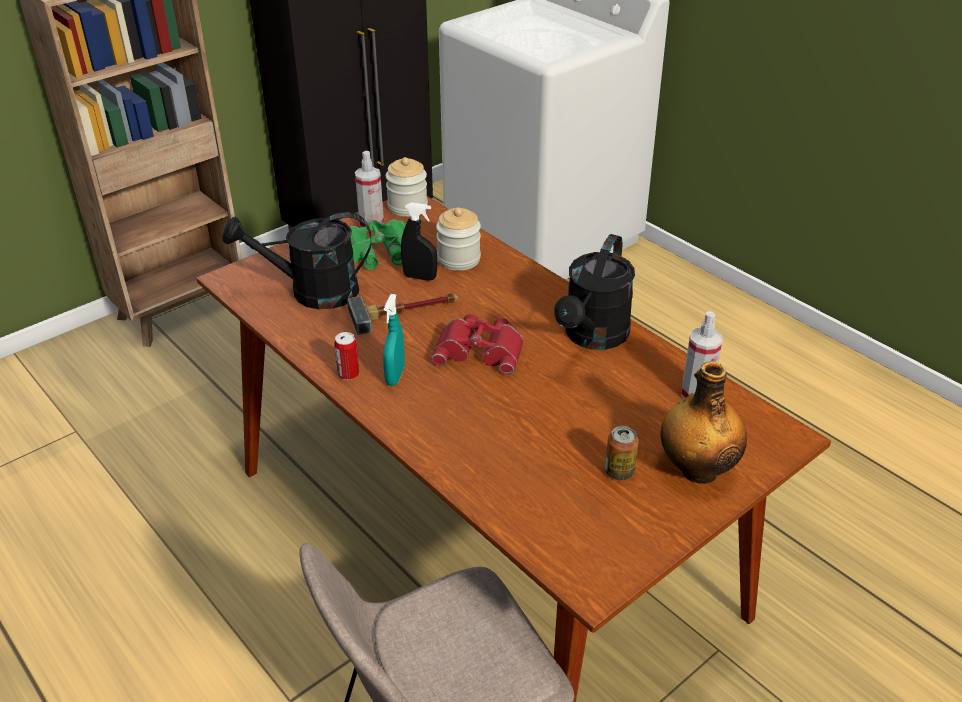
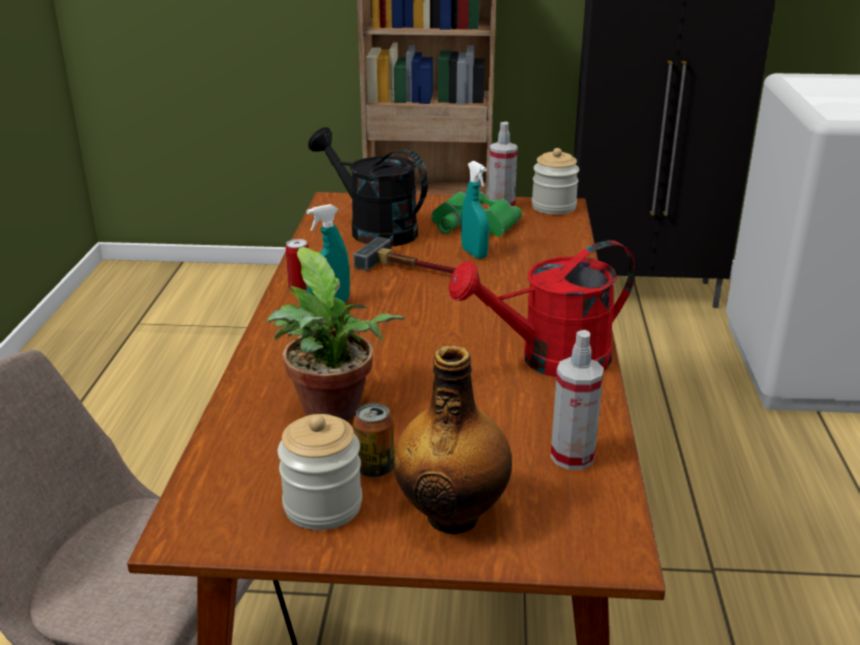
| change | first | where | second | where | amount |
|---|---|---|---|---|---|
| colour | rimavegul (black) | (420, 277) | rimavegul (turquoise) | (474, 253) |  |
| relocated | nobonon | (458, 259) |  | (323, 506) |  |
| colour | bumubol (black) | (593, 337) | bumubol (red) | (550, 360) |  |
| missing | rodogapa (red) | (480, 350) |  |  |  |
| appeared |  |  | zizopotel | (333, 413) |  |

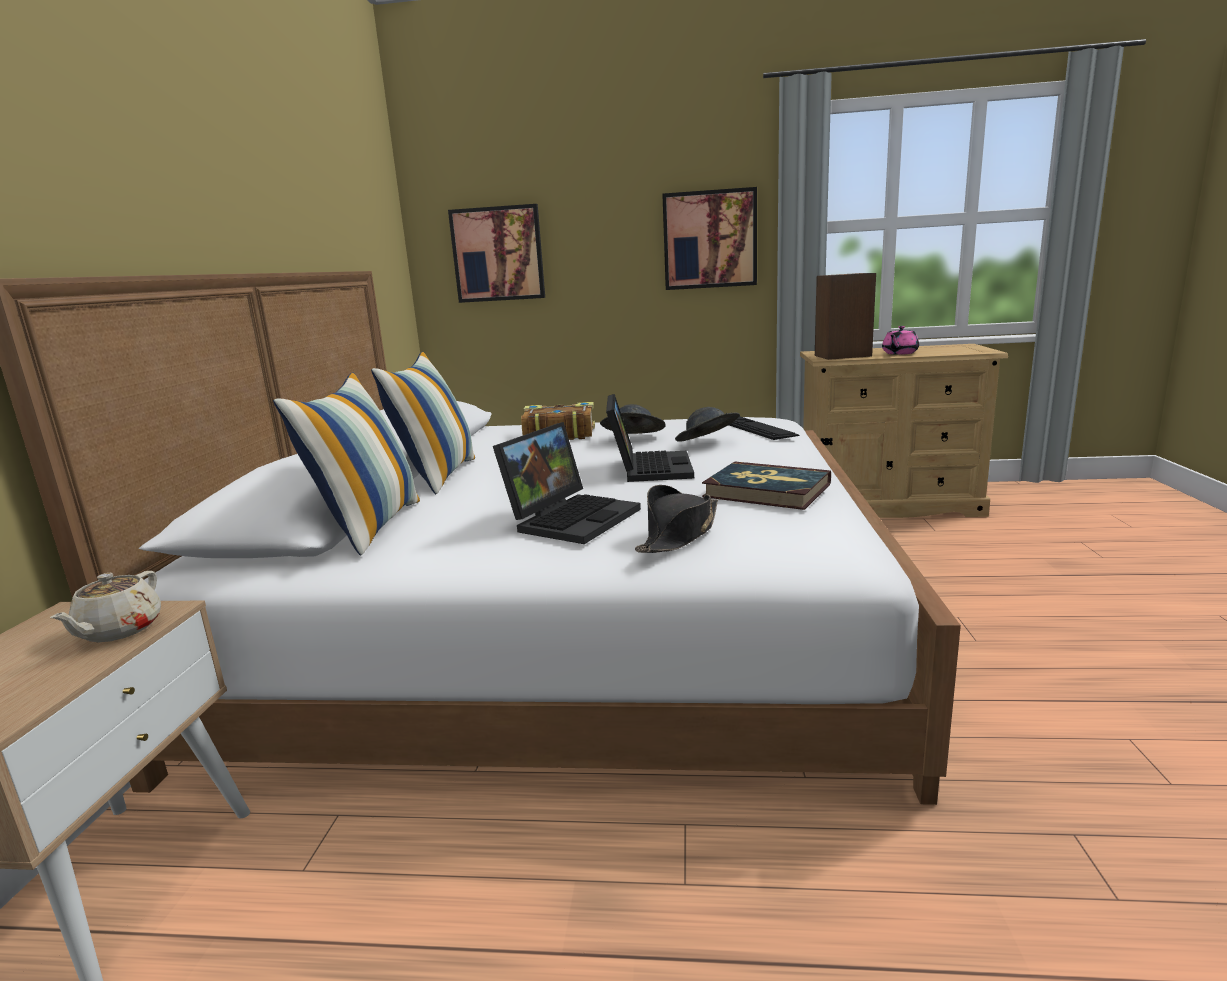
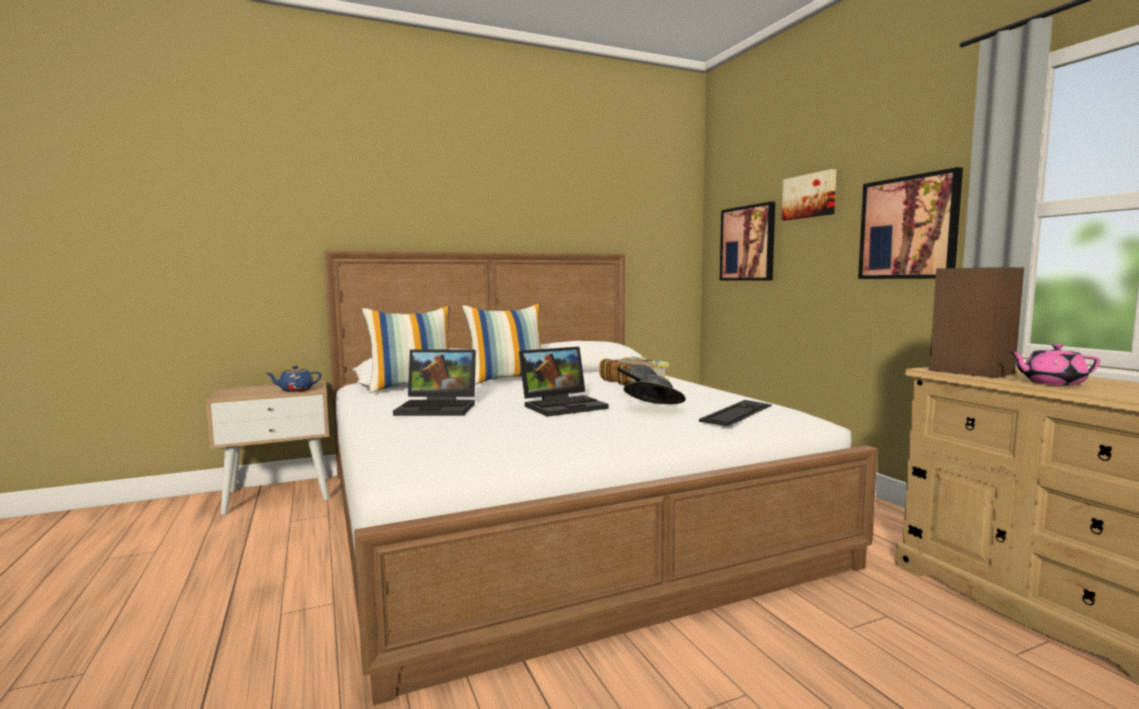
| change | first | where | second | where | amount |
|---|---|---|---|---|---|
| missing | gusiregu | (766, 491) |  |  |  |
| missing | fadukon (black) | (679, 534) |  |  |  |
| colour | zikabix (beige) | (118, 631) | zikabix (blue) | (295, 390) |  |
| appeared |  |  | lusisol | (809, 196) |  |

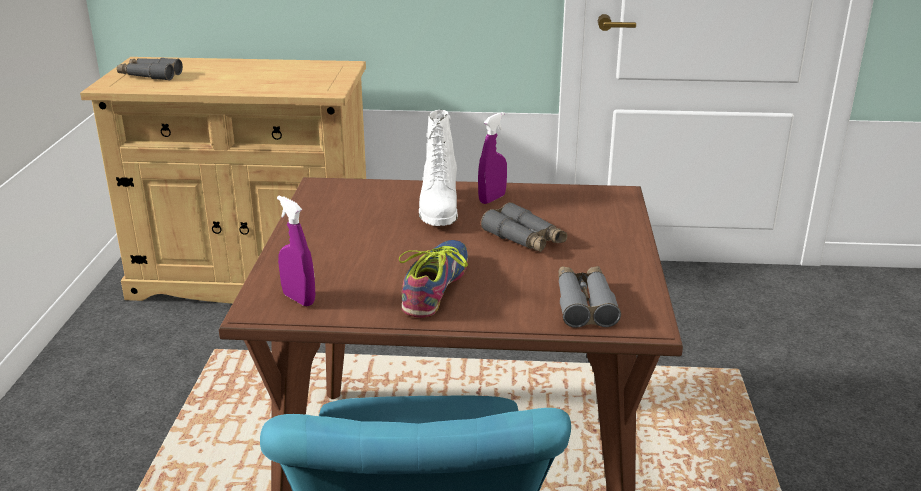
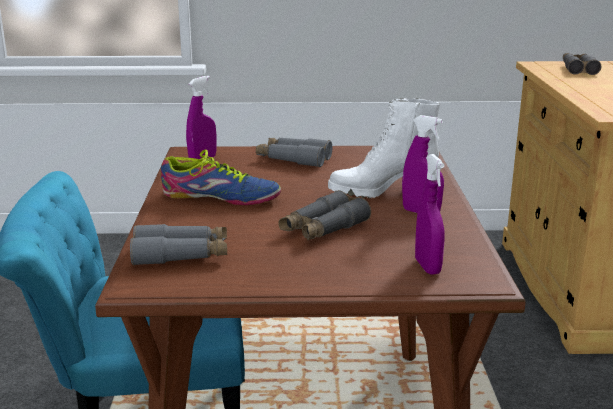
| change | first | where | second | where | amount |
|---|---|---|---|---|---|
| appeared |  |  | rodogapa (grey) | (293, 159) |  |
| appeared |  |  | rimavegul (purple) | (427, 267) |  |

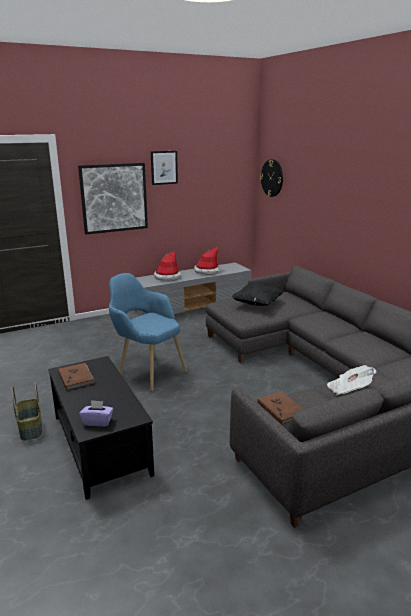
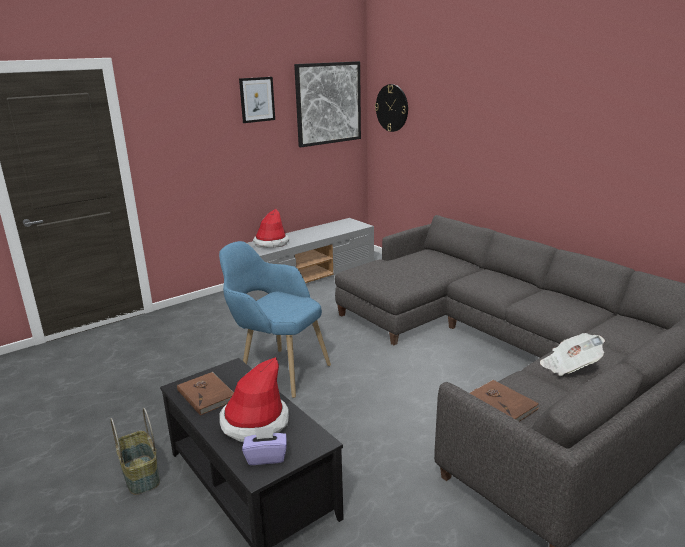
| change | first | where | second | where | amount |
|---|---|---|---|---|---|
| relocated | lusisol | (114, 198) |  | (328, 103) |  |
| relocated | fadukon | (207, 271) |  | (255, 422) |  |
| missing | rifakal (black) | (257, 304) |  |  |  |

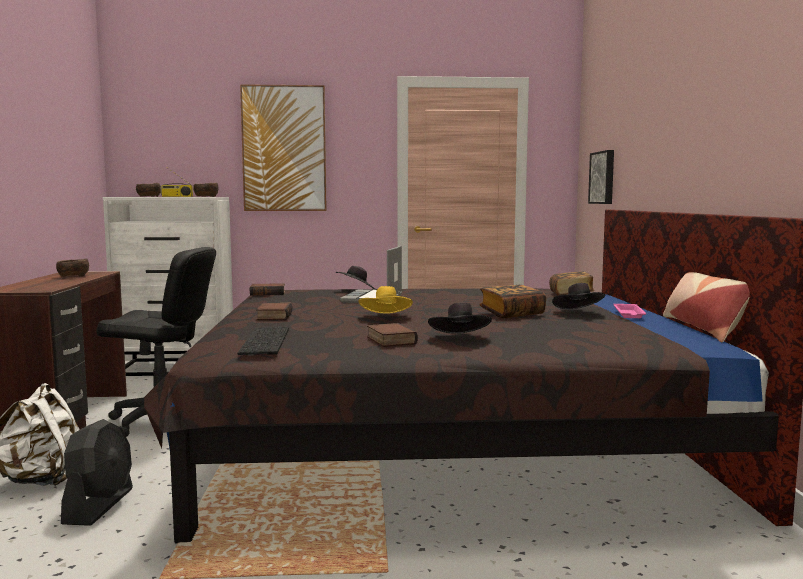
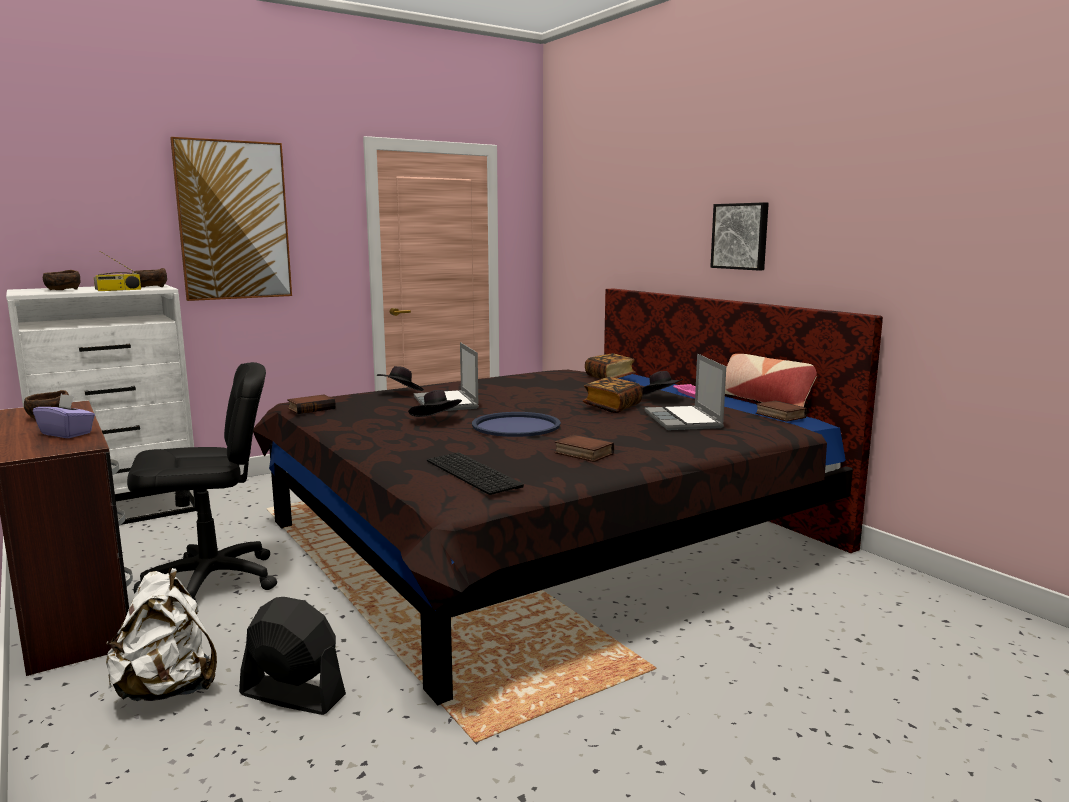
| change | first | where | second | where | amount |
|---|---|---|---|---|---|
| relocated | lusisol | (603, 177) |  | (741, 236) |  |
| exchanged | fadukon (yellow) | (386, 317) | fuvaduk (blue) | (516, 426) |  |
| relocated | fadukon (black) | (460, 339) |  | (436, 421) |  |
| relocated | gusiregu | (273, 316) |  | (779, 415) |  |
| spun | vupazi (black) | (99, 505) |  | (292, 695) | 45 degrees counterclockwise |
| appeared |  |  | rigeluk | (684, 420) |  |
| appeared |  |  | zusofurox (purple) | (67, 433) |  |

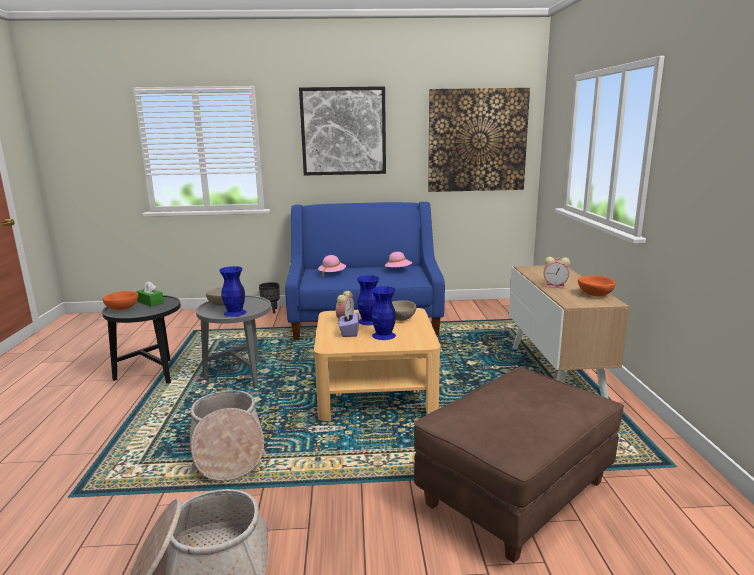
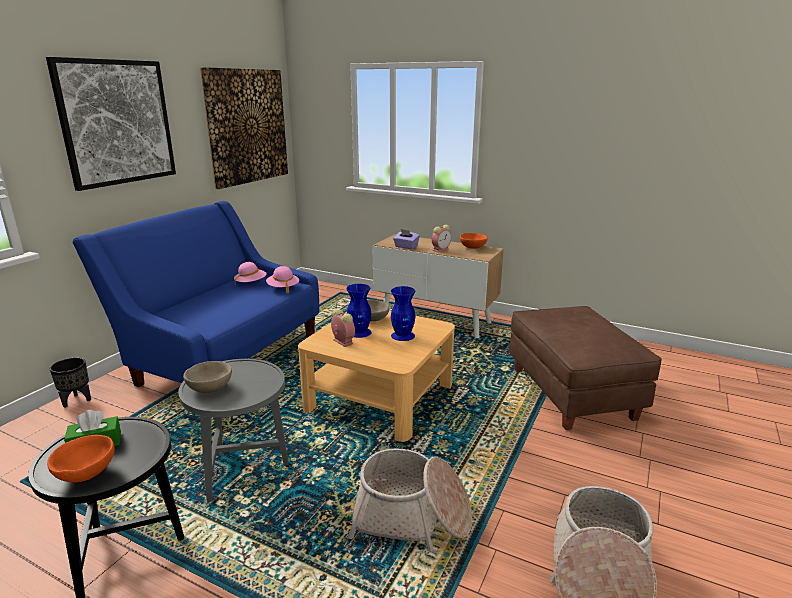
| change | first | where | second | where | amount |
|---|---|---|---|---|---|
| relocated | fadukon (pink) | (332, 274) |  | (283, 288) |  |
| missing | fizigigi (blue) | (234, 313) |  |  |  |
| relocated | zusofurox (purple) | (349, 332) |  | (406, 247) |  |

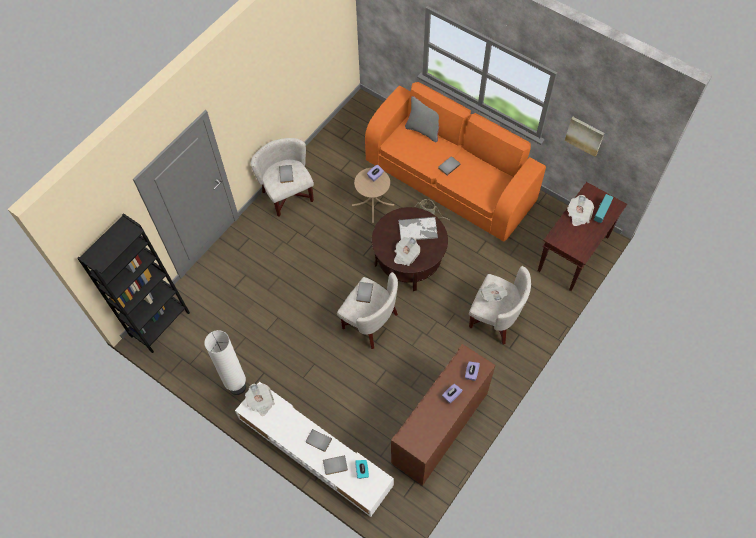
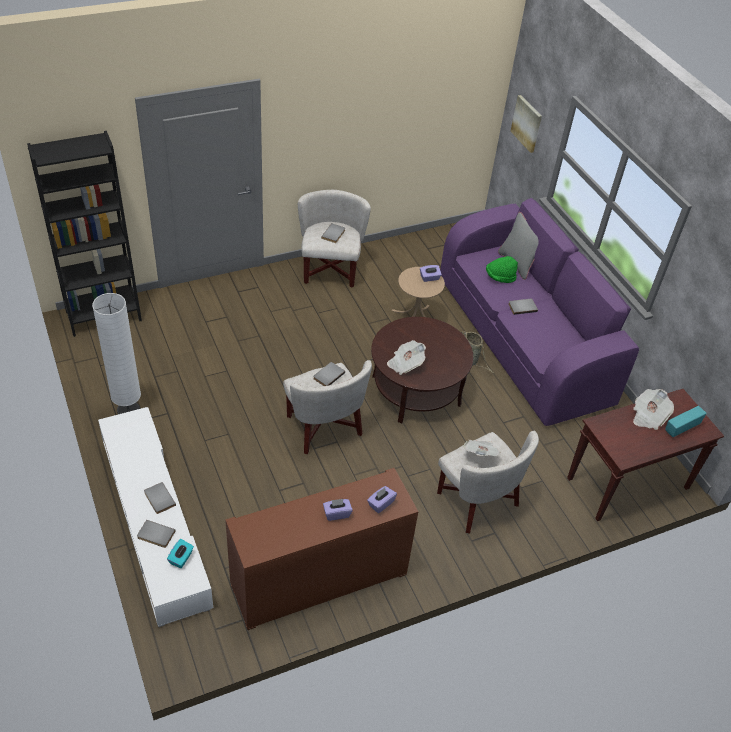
| change | first | where | second | where | amount |
|---|---|---|---|---|---|
| colour | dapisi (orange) | (450, 181) | dapisi (purple) | (523, 339) |  |
| relocated | lusisol | (584, 135) |  | (527, 123) |  |
| missing | fuvaduk | (418, 229) |  |  |  |
| missing | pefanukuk | (261, 402) |  |  |  |
| appeared |  |  | fadukon (green) | (500, 277) |  |

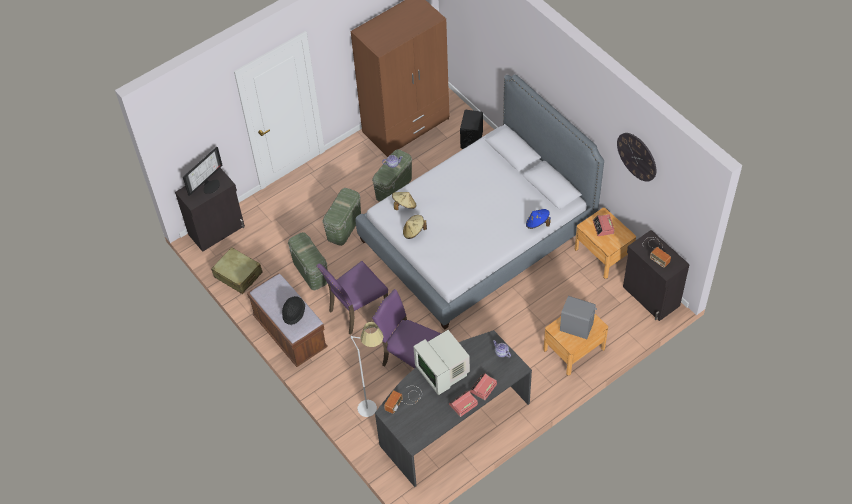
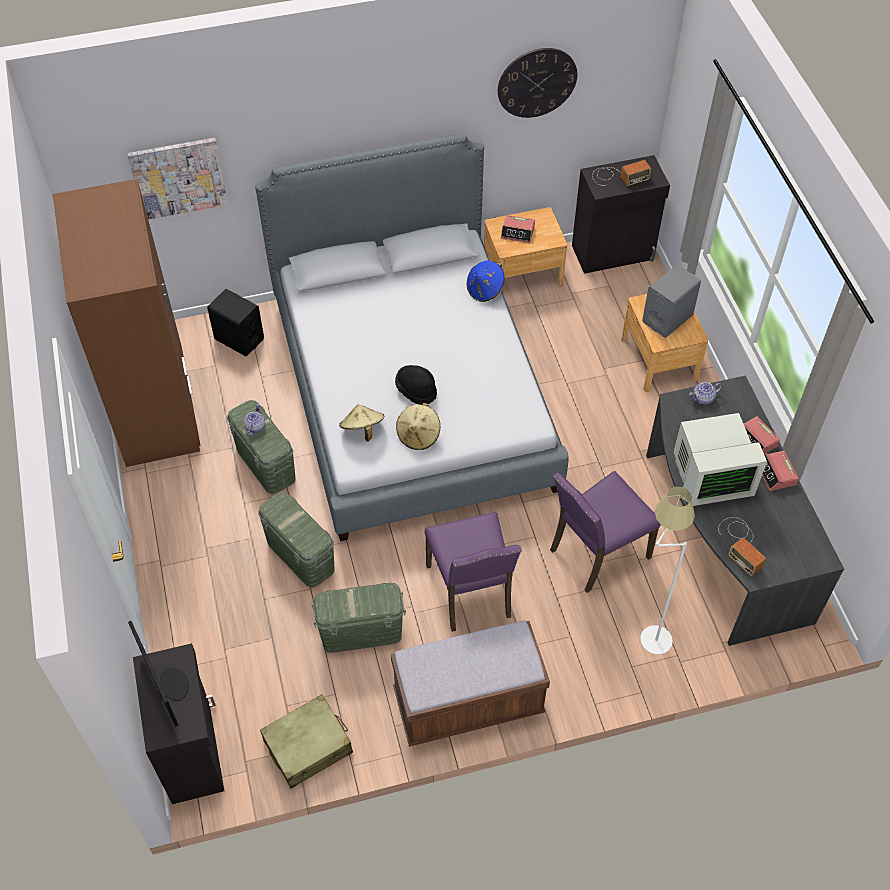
| change | first | where | second | where | amount |
|---|---|---|---|---|---|
| relocated | fadukon (black) | (293, 313) |  | (416, 390) |  |
| appeared |  |  | lusisol | (178, 177) |  |

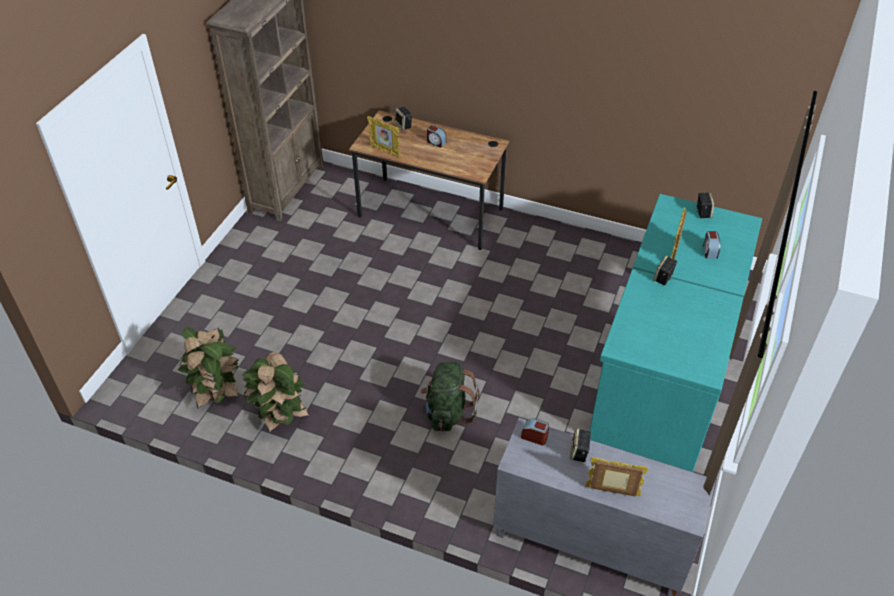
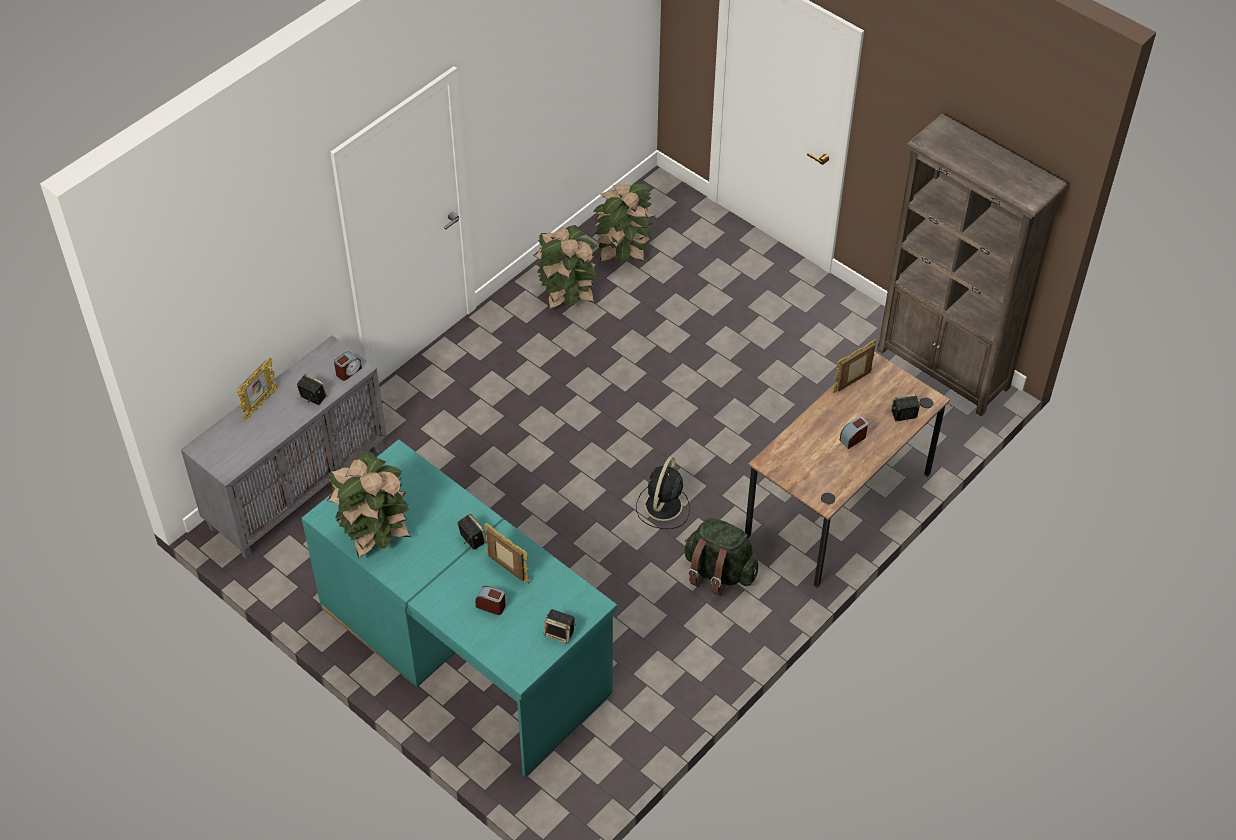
| change | first | where | second | where | amount |
|---|---|---|---|---|---|
| relocated | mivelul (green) | (447, 412) |  | (718, 572) |  |
| appeared |  |  | zizopotel | (374, 534) |  |
| appeared |  |  | vupazi (black) | (662, 507) |  |

